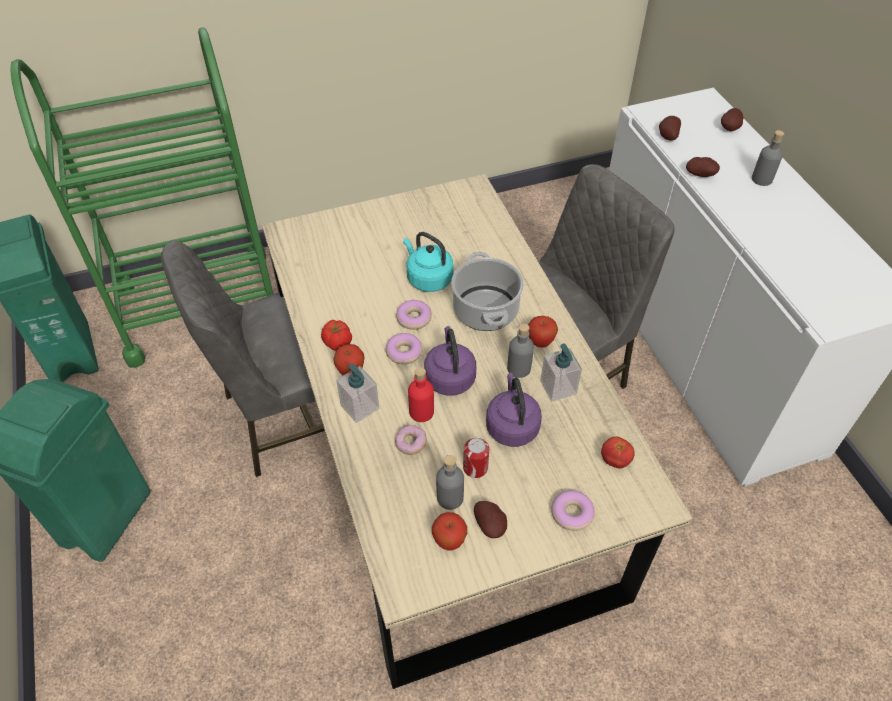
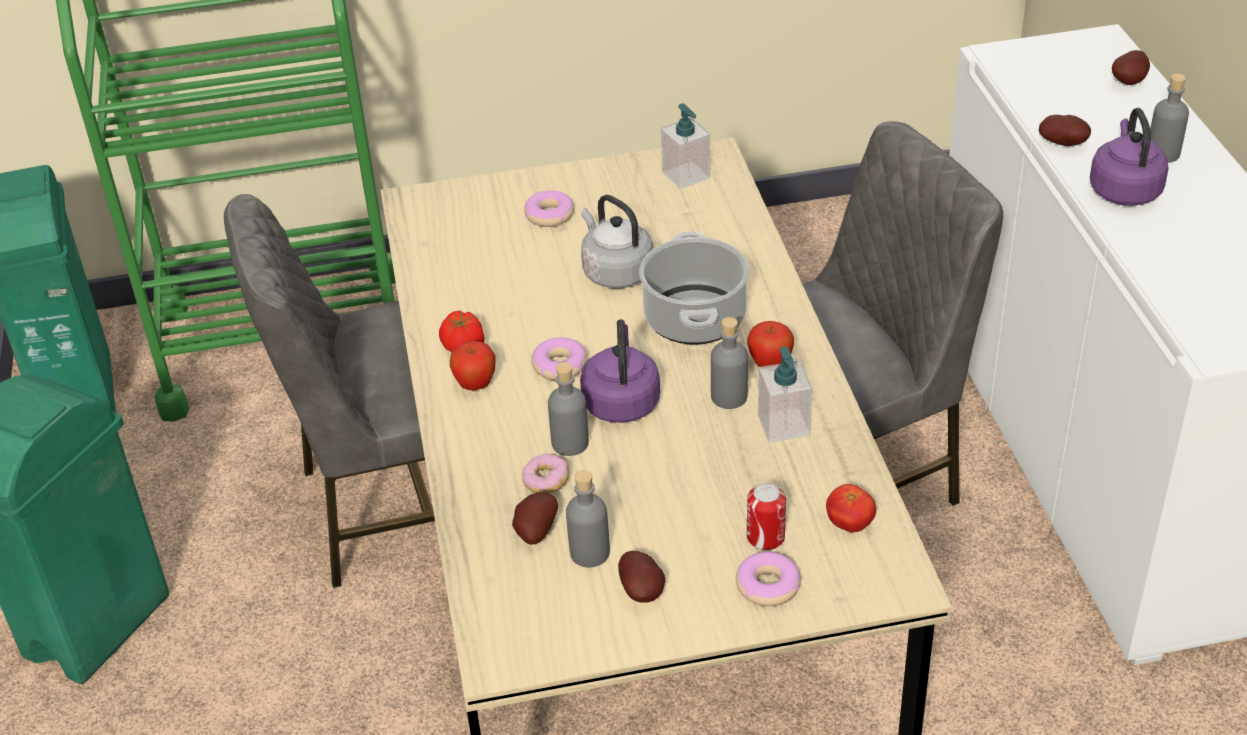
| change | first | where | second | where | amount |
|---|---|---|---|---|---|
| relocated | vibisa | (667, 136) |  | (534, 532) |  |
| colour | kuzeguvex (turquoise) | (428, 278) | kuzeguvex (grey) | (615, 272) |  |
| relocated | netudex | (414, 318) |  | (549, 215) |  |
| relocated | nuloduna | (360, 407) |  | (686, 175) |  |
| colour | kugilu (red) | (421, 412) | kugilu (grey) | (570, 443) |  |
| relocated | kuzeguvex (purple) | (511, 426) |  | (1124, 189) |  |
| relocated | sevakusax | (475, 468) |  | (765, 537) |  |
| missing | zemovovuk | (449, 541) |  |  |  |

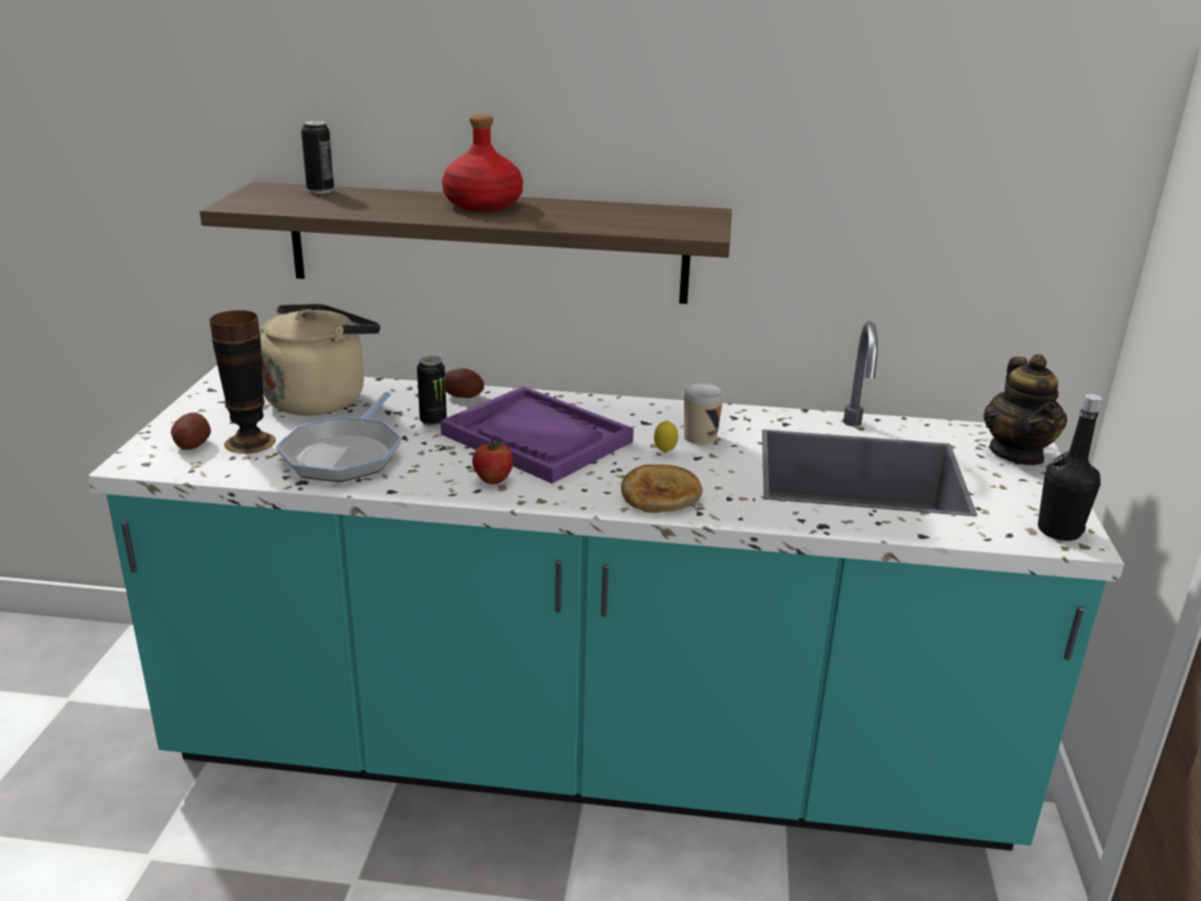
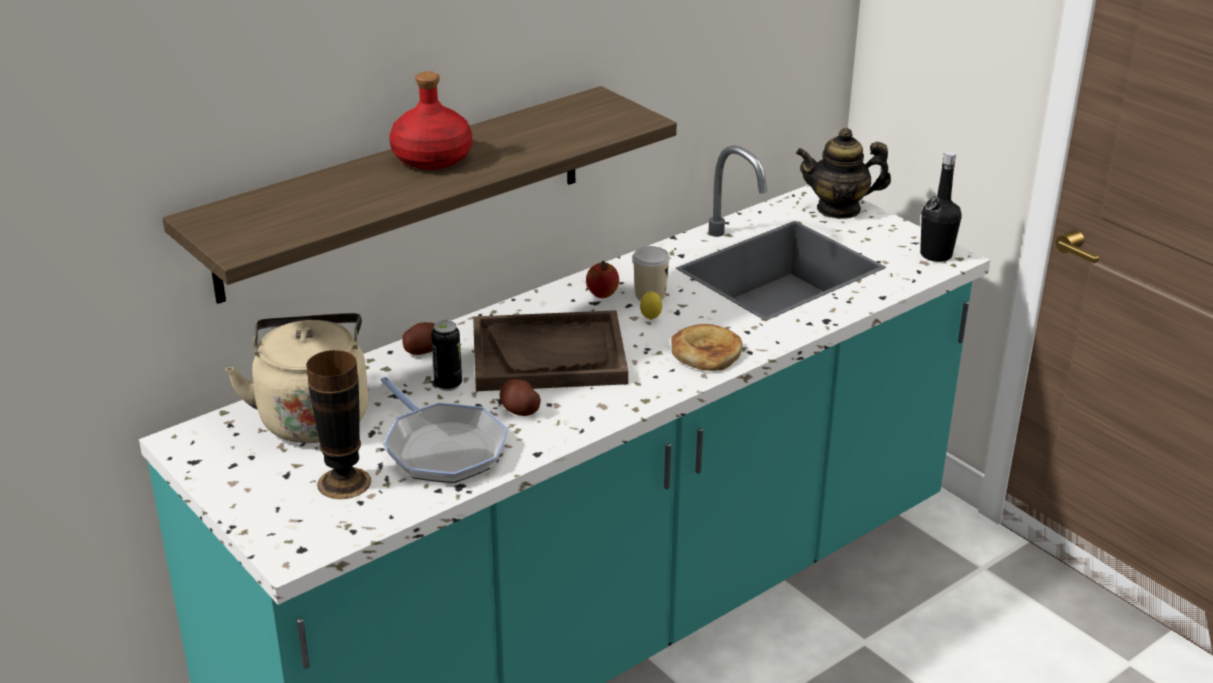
| change | first | where | second | where | amount |
|---|---|---|---|---|---|
| missing | sevakusax | (320, 191) |  |  |  |
| spun | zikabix | (1017, 453) |  | (839, 209) | 135 degrees clockwise |
| colour | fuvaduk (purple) | (537, 438) | fuvaduk (brown) | (549, 355) |  |
| relocated | vibisa | (192, 445) |  | (519, 410) |  |
| relocated | zemovovuk | (493, 480) |  | (602, 294) |  |

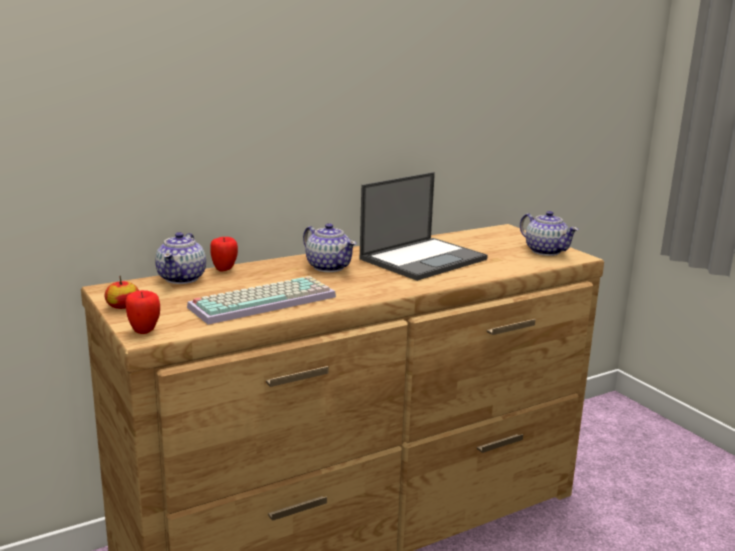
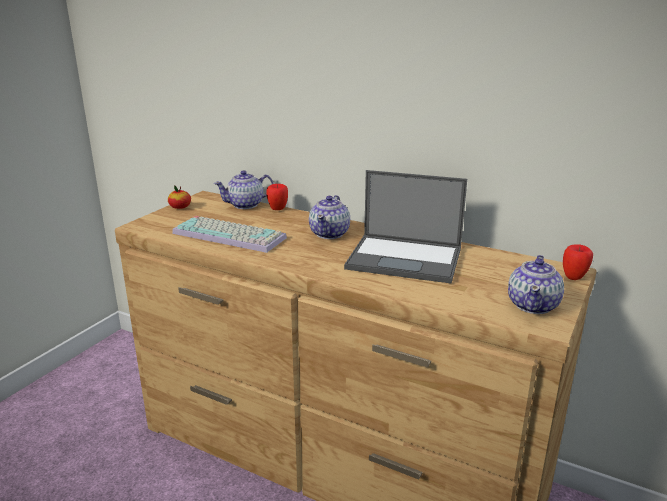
| change | first | where | second | where | amount |
|---|---|---|---|---|---|
| relocated | zemovovuk | (144, 331) |  | (574, 277) |  |

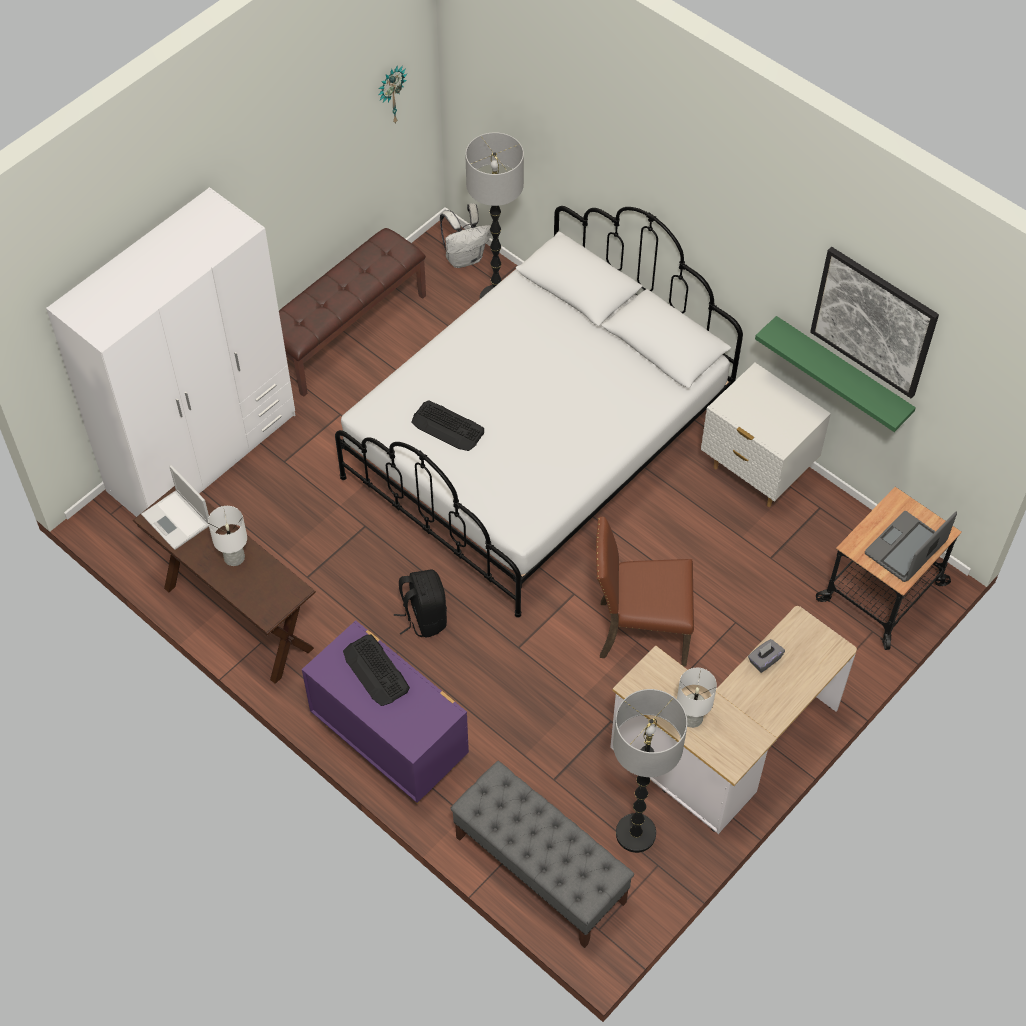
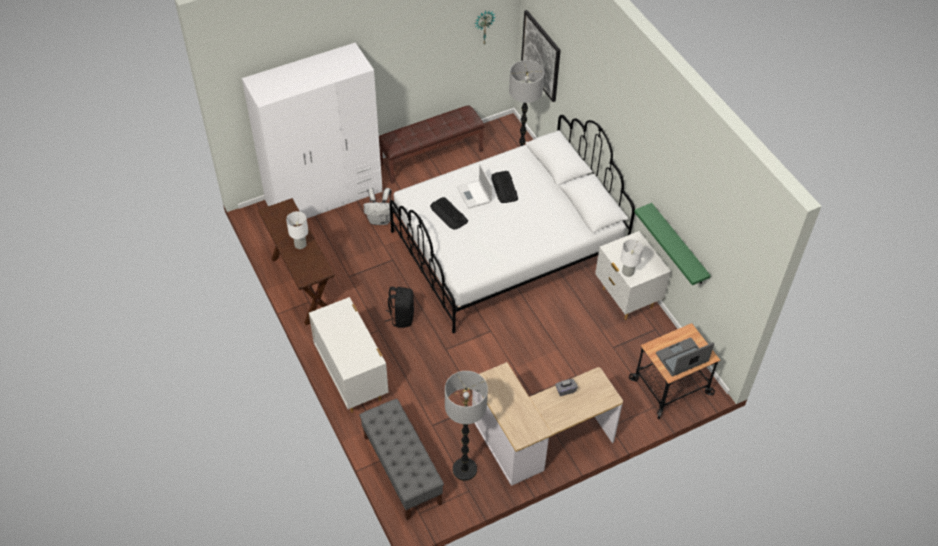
| change | first | where | second | where | amount |
|---|---|---|---|---|---|
| relocated | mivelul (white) | (465, 257) |  | (380, 219) |  |
| relocated | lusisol | (873, 321) |  | (541, 55) |  |
| relocated | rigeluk | (177, 520) |  | (474, 195) |  |
| missing | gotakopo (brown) | (640, 630) |  |  |  |
| colour | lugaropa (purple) | (390, 744) | lugaropa (white) | (351, 376) |  |
| relocated | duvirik | (376, 671) |  | (504, 187) |  |
| relocated | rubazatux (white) | (692, 717) |  | (628, 272) |  |

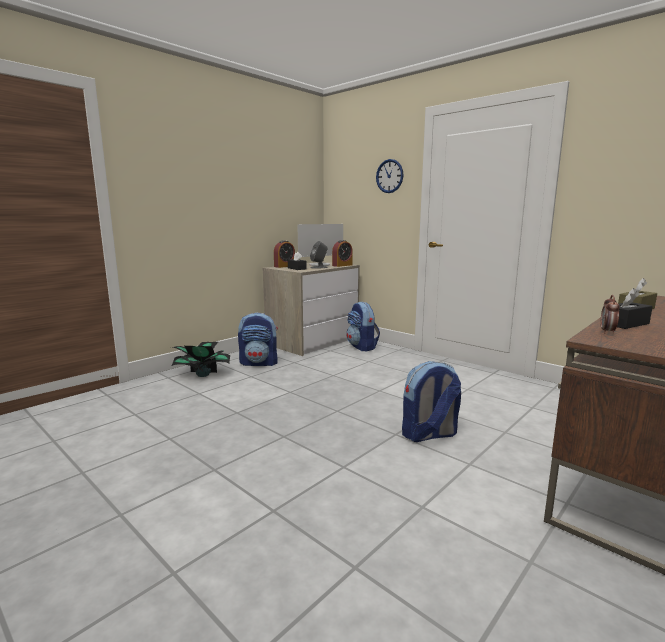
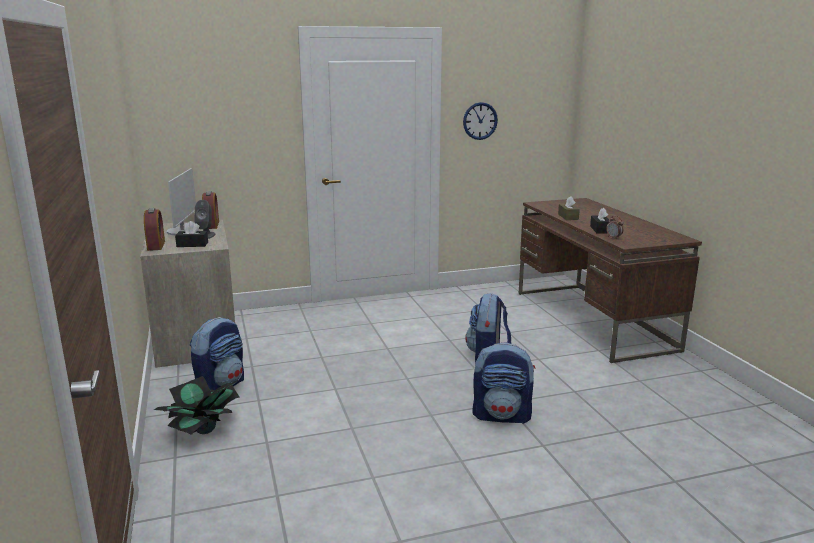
| change | first | where | second | where | amount |
|---|---|---|---|---|---|
| relocated | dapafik | (389, 176) |  | (480, 121) |  |
| relocated | mivelul | (362, 347) |  | (502, 415) |  |

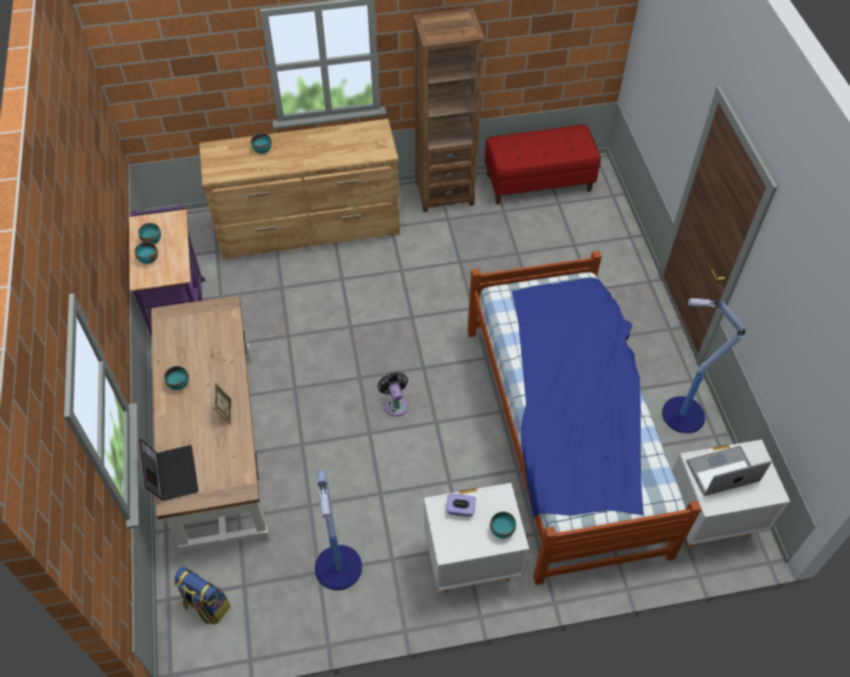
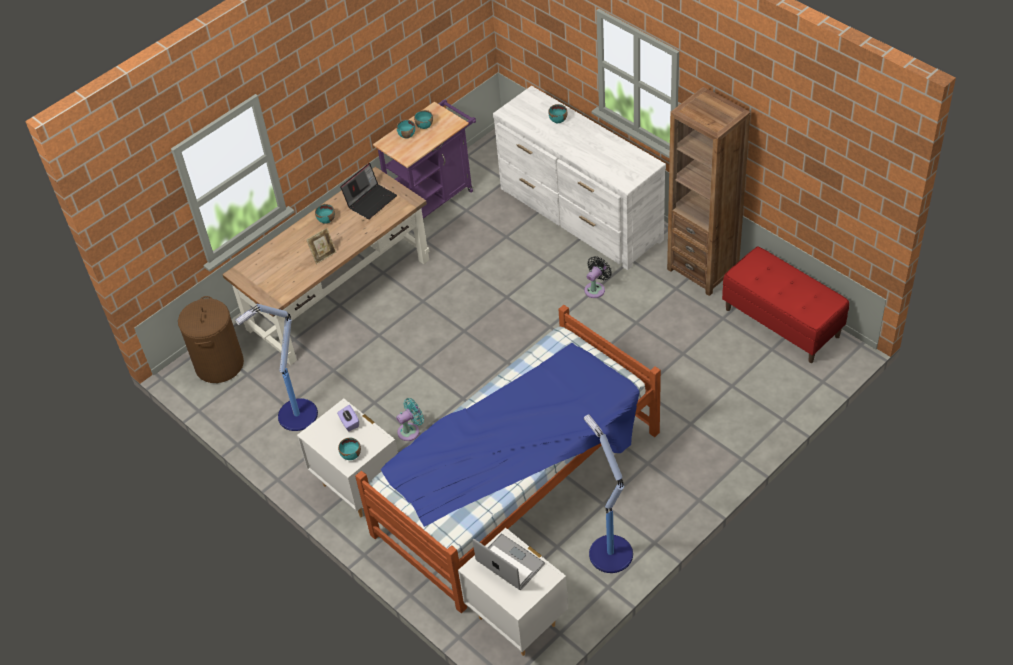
| change | first | where | second | where | amount |
|---|---|---|---|---|---|
| colour | lugaropa (brown) | (309, 228) | lugaropa (white) | (580, 214) |  |
| relocated | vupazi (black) | (395, 404) |  | (596, 289) |  |
| relocated | rigeluk | (172, 473) |  | (371, 200) |  |
| exchanged | mivelul | (206, 605) | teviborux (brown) | (219, 364) |  |
| appeared |  |  | vupazi (turquoise) | (410, 431) |  |

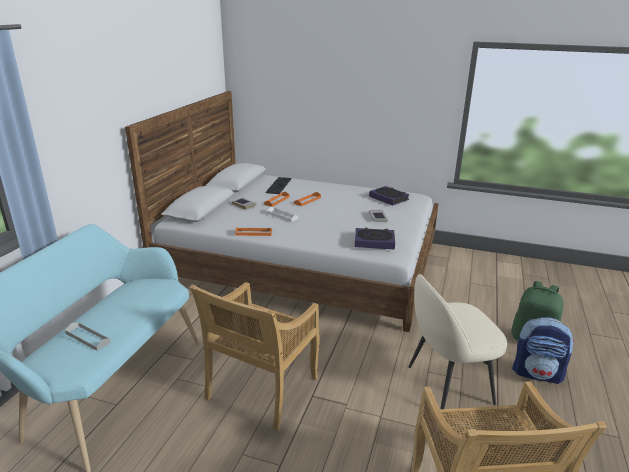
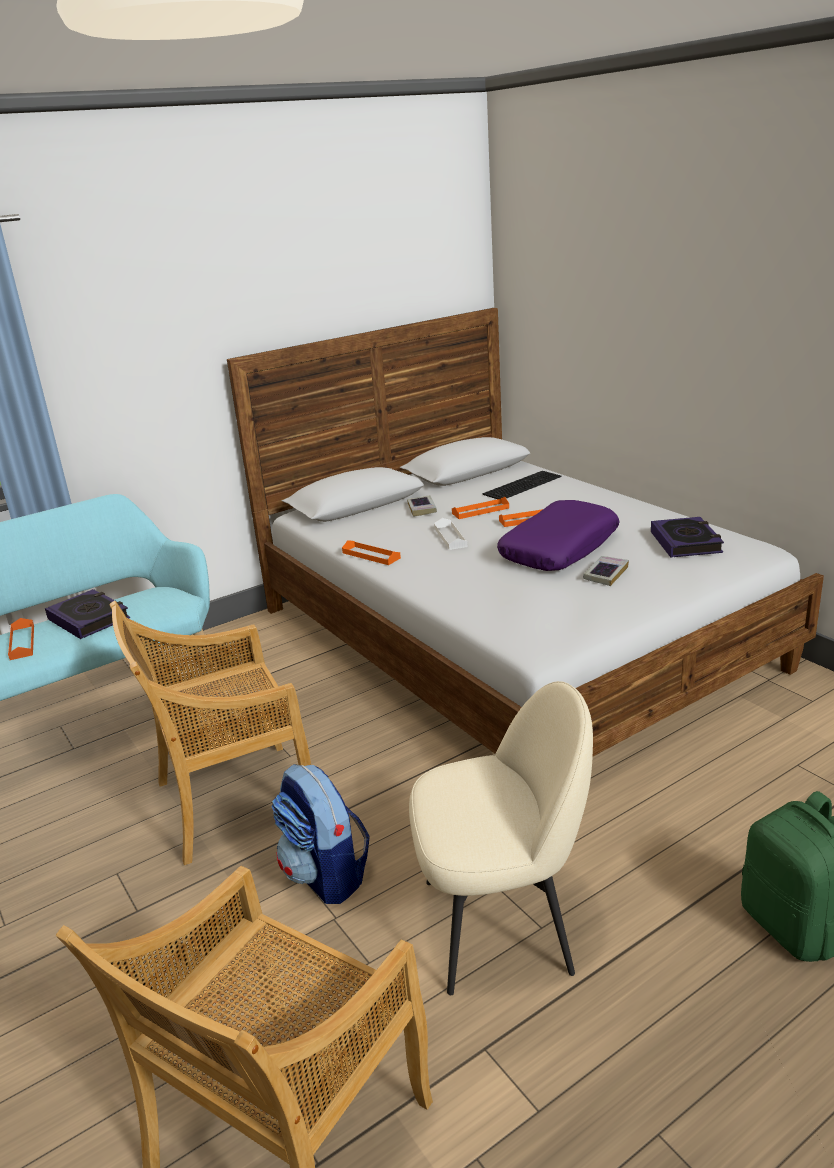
| change | first | where | second | where | amount |
|---|---|---|---|---|---|
| relocated | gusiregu | (374, 241) |  | (89, 619) |  |
| spun | gotakopo (beige) | (447, 384) |  | (502, 924) | 150 degrees clockwise |
| relocated | mivelul | (537, 373) |  | (326, 875) |  |
| colour | fuvaduk (grey) | (88, 338) | fuvaduk (orange) | (22, 642) |  |
| appeared |  |  | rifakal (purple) | (559, 548) |  |

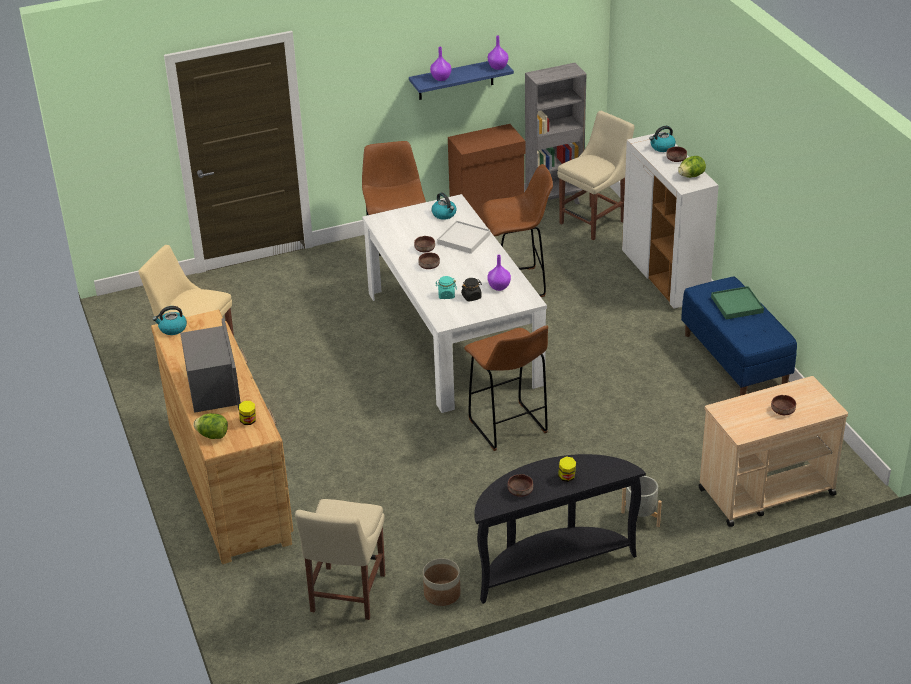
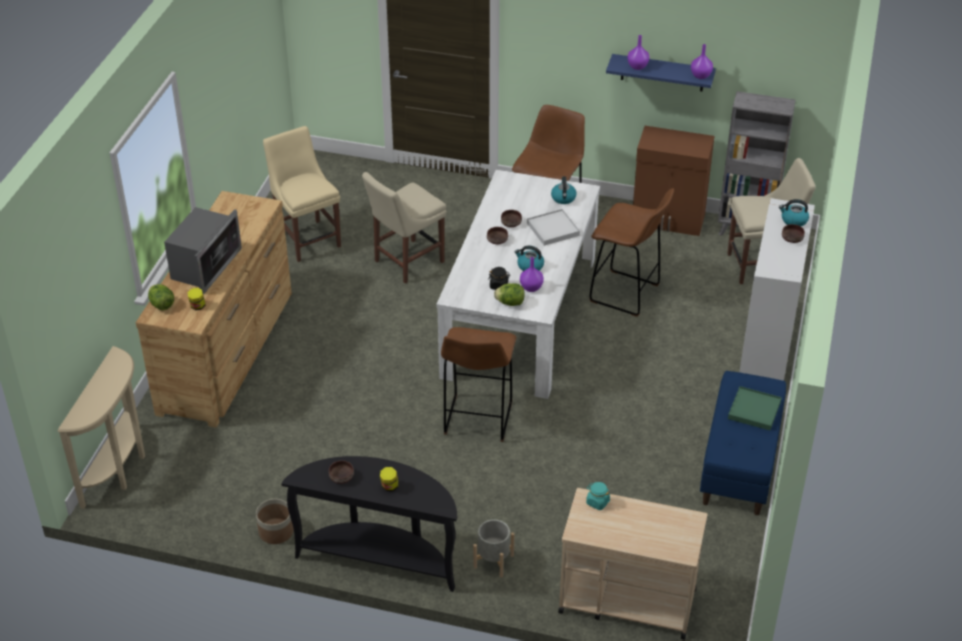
| change | first | where | second | where | amount |
|---|---|---|---|---|---|
| relocated | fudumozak | (691, 176) |  | (510, 303) |  |
| relocated | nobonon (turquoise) | (446, 295) |  | (597, 502) |  |
| relocated | kuzeguvex | (172, 329) |  | (530, 266) |  |
| missing | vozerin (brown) | (782, 411) |  |  |  |
| relocated | gotakopo (beige) | (346, 596) |  | (406, 262) |  |
| appeared |  |  | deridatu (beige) | (120, 468) |  |

